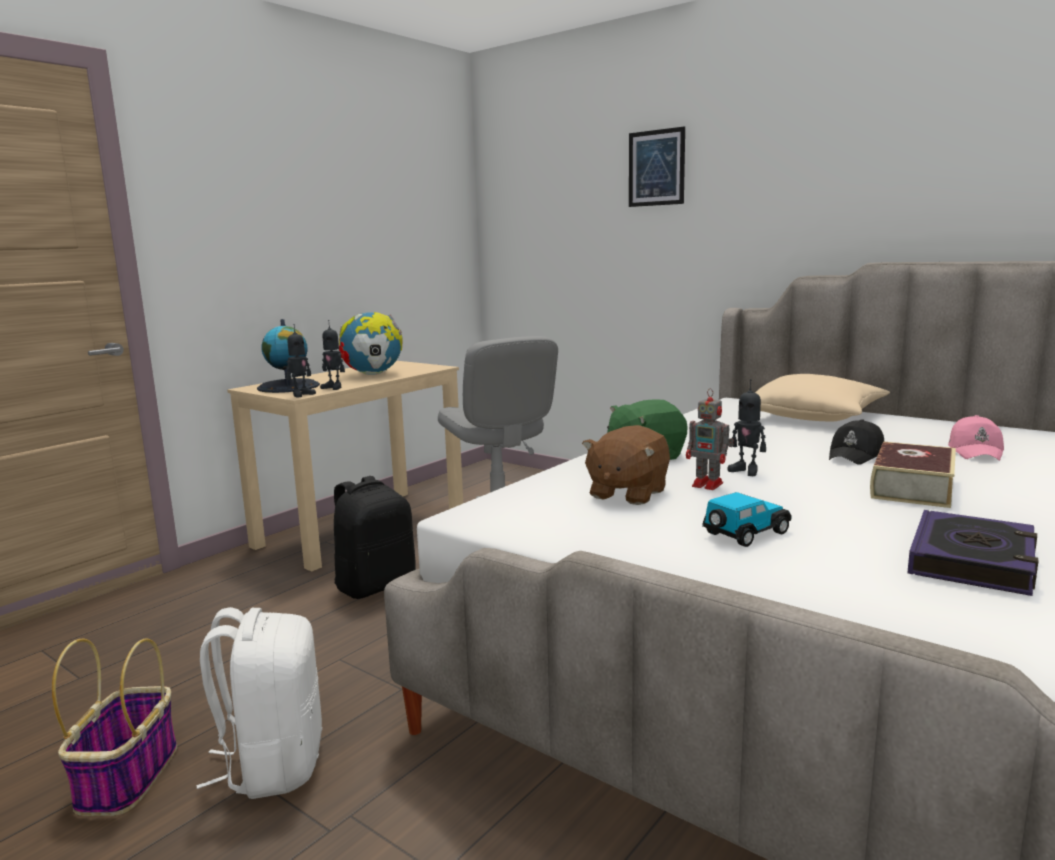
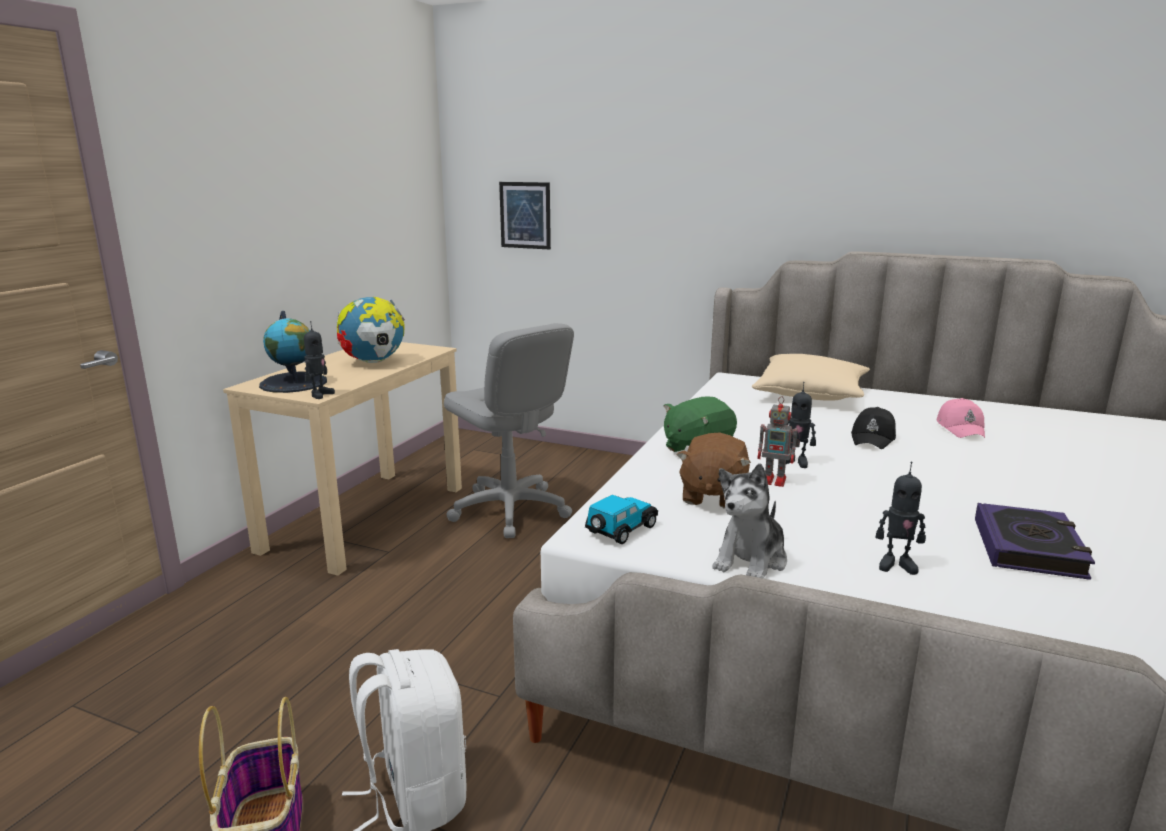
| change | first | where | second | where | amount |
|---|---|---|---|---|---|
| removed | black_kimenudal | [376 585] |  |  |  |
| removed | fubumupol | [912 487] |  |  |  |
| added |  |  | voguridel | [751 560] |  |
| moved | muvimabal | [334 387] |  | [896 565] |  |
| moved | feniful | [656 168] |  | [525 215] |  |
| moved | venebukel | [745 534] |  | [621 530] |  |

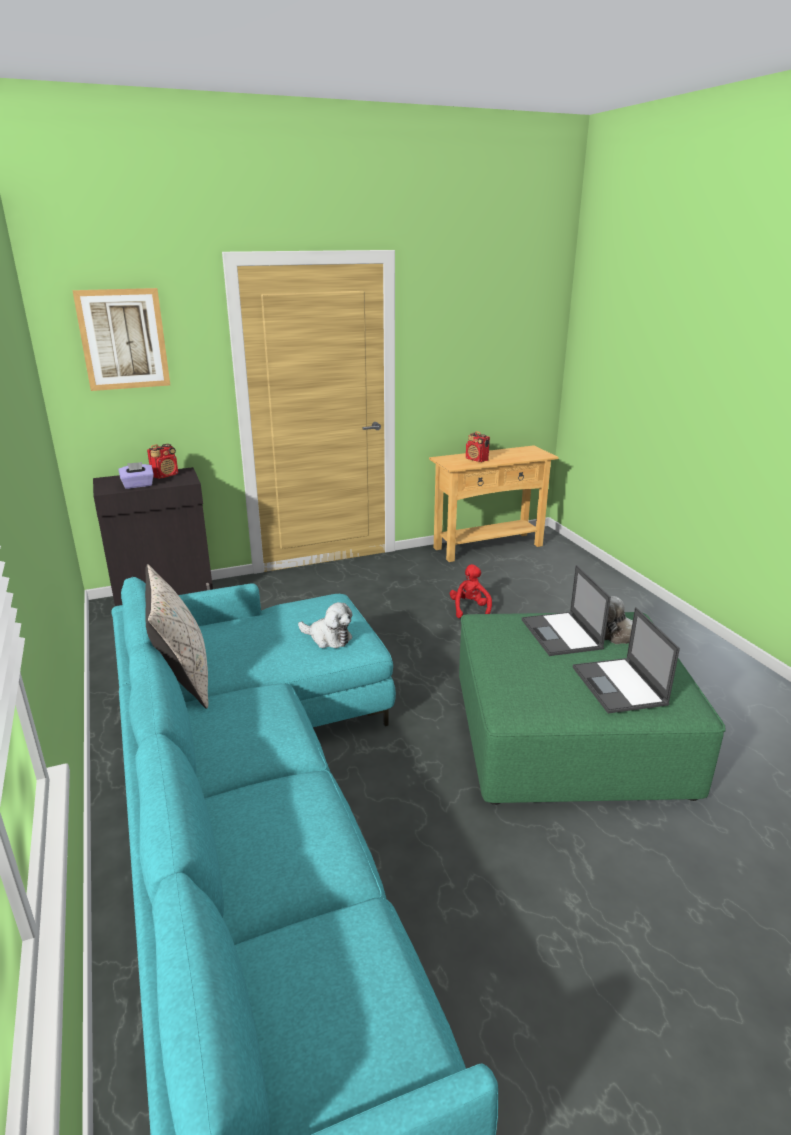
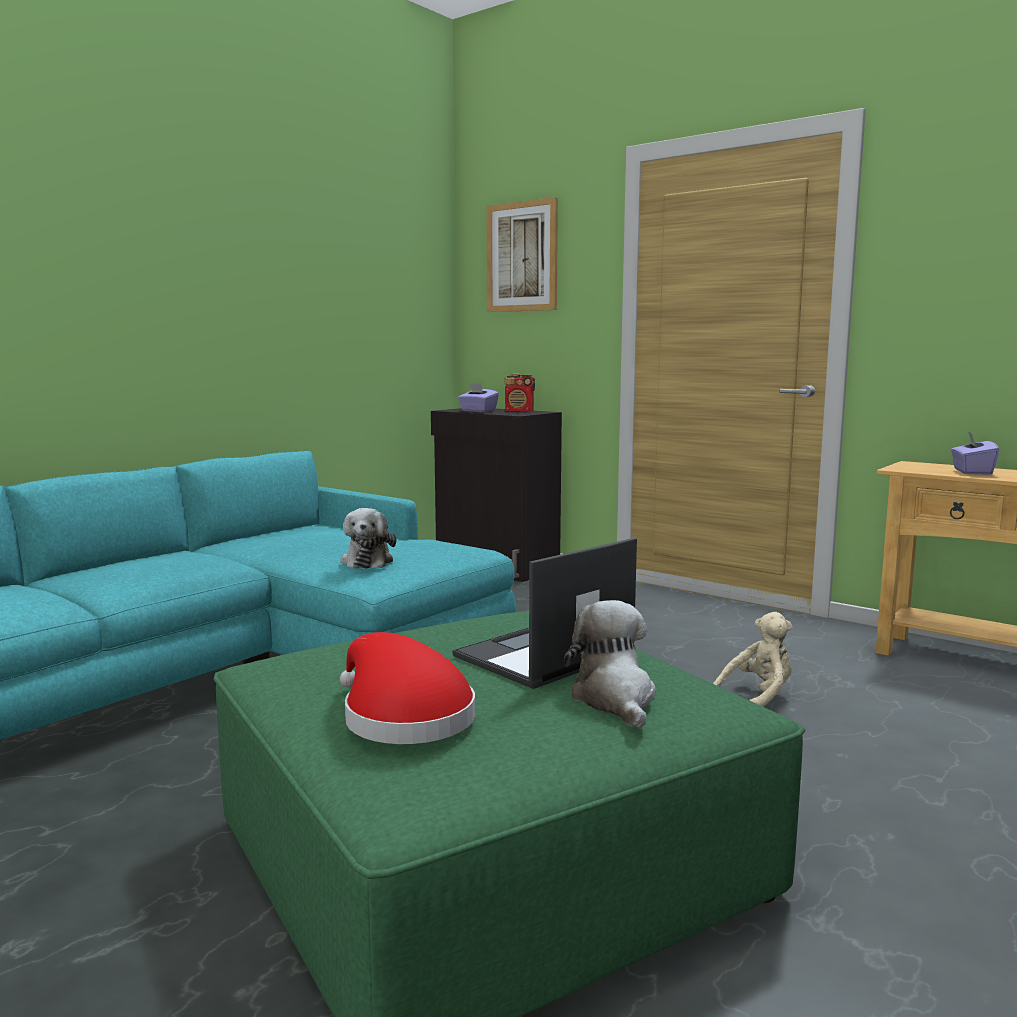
| change | first | where | second | where | amount |
|---|---|---|---|---|---|
| removed | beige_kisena | [183 679] |  |  |  |
| replaced | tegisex | [477 460] | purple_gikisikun | [971 472] |  |
| replaced | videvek | [619 686] | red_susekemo | [402 717] |  |
| recoloured | red_voguridel | [470 609] | beige_voguridel | [758 697] |  |

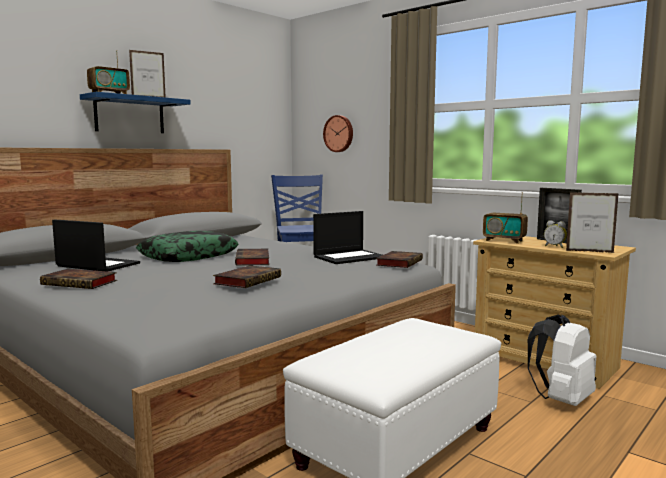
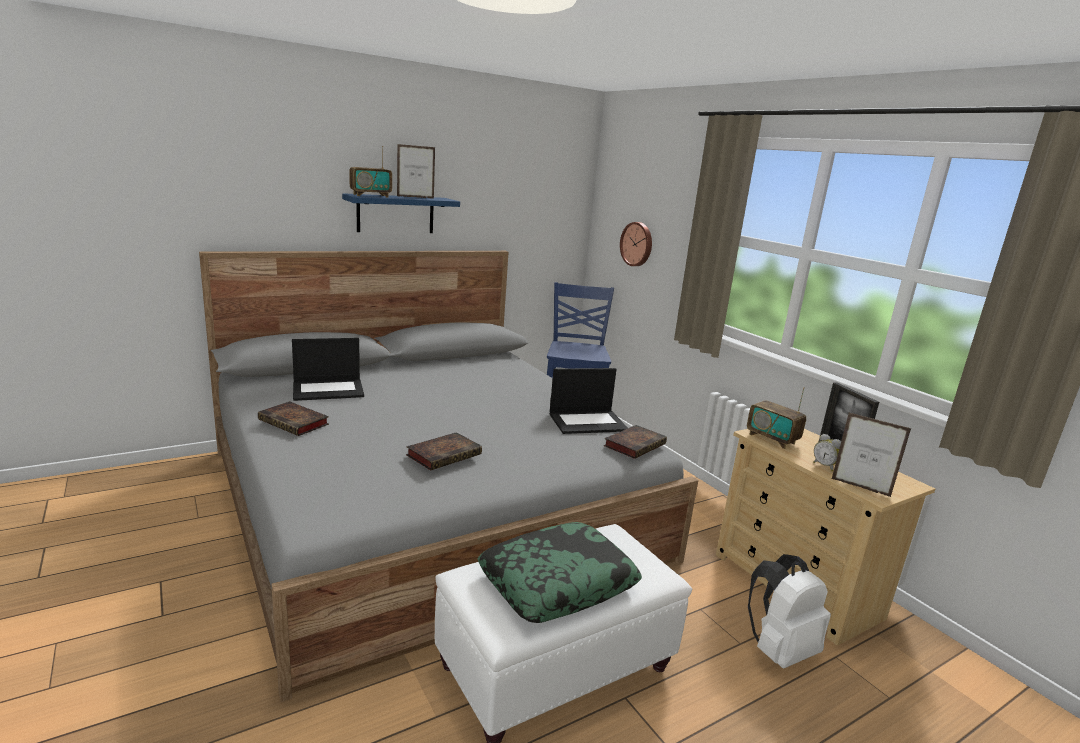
| change | first | where | second | where | amount |
|---|---|---|---|---|---|
| removed | fubumupol | [253 261] |  |  |  |
| moved | kisena | [188 256] |  | [557 582] |  |
| turned | videvek | [97 265] |  | [329 390] | 120 degrees clockwise |

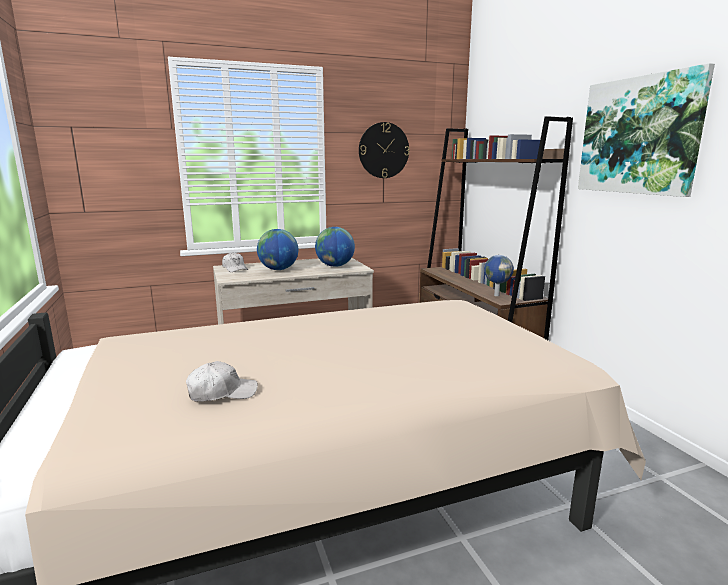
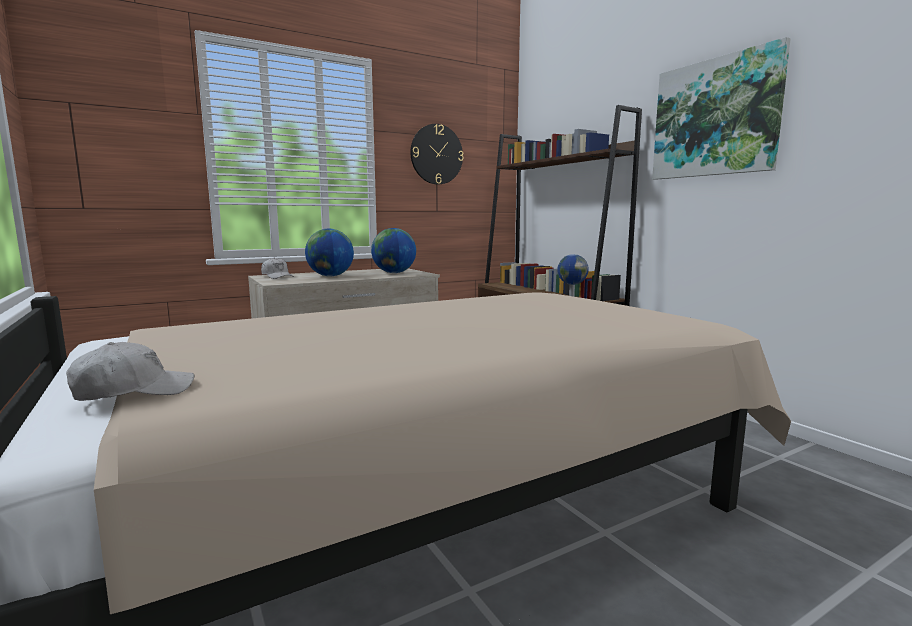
| change | first | where | second | where | amount |
|---|---|---|---|---|---|
| moved | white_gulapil | [222 393] |  | [133 391] |  |

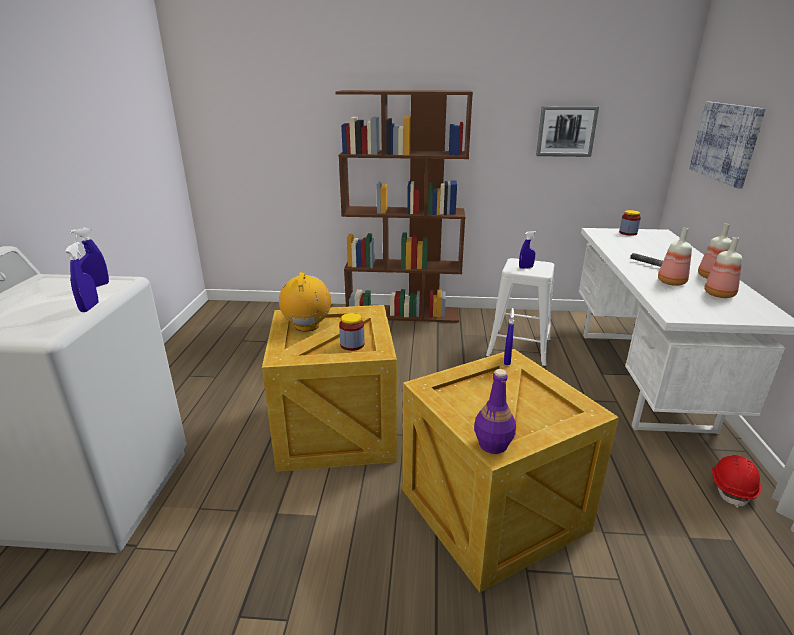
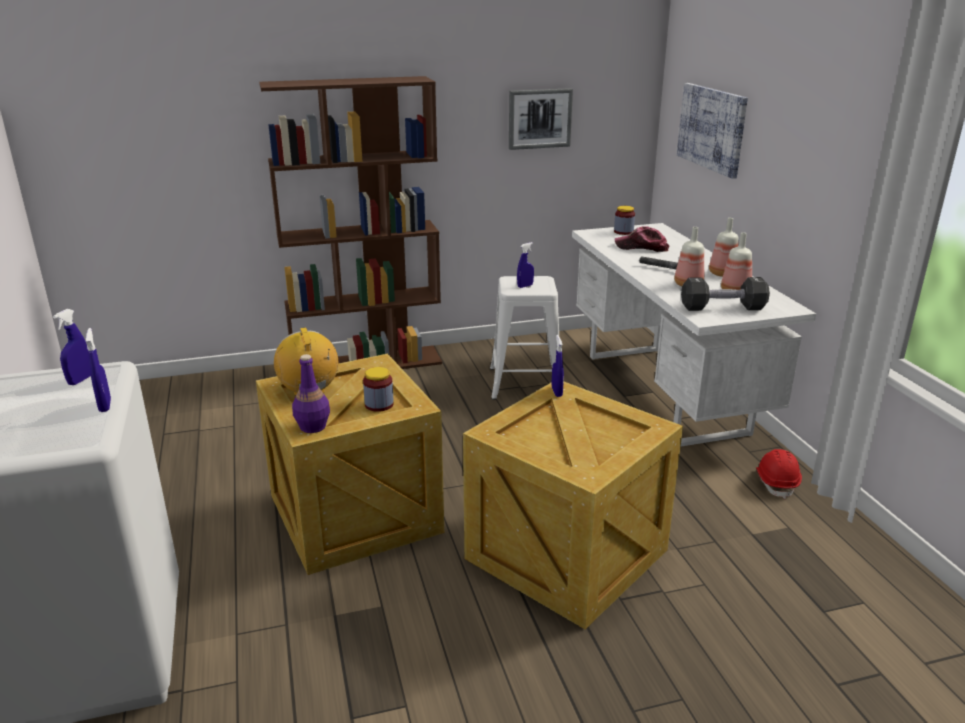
| change | first | where | second | where | amount |
|---|---|---|---|---|---|
| added |  |  | gulapil | [642 247] |  |
| added |  |  | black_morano | [722 308] |  |
| moved | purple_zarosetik | [492 444] |  | [312 426] |  |

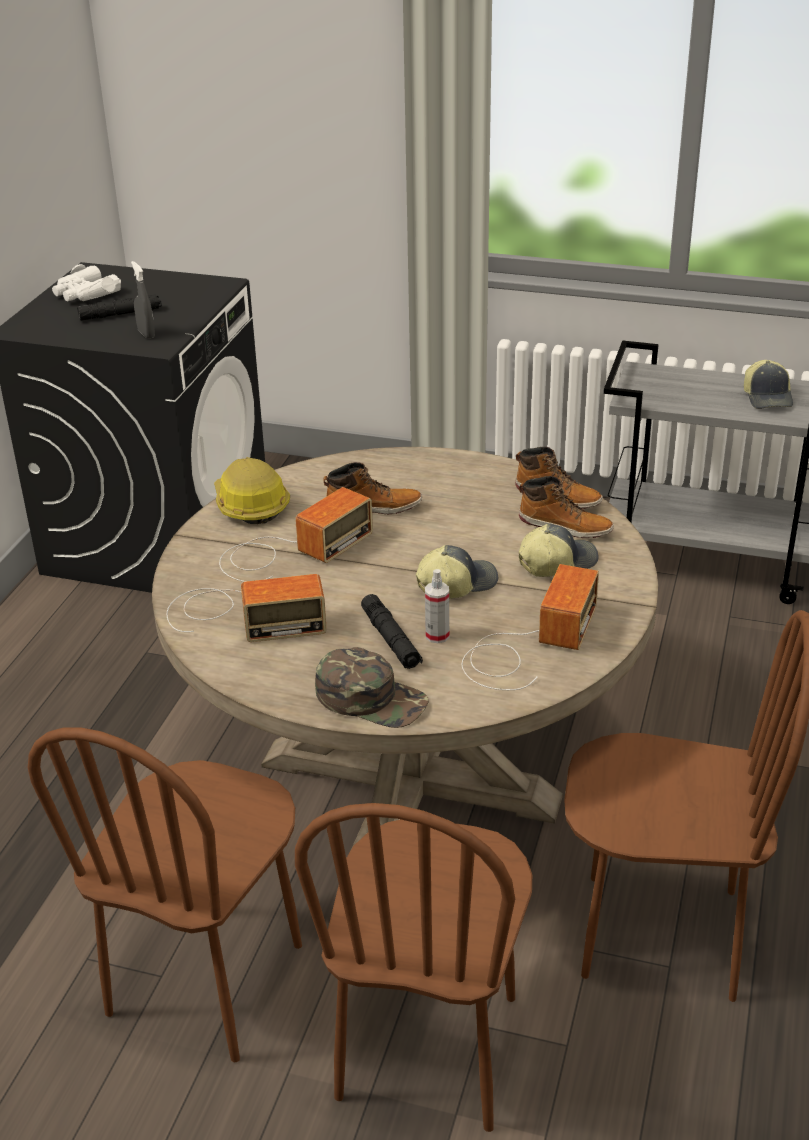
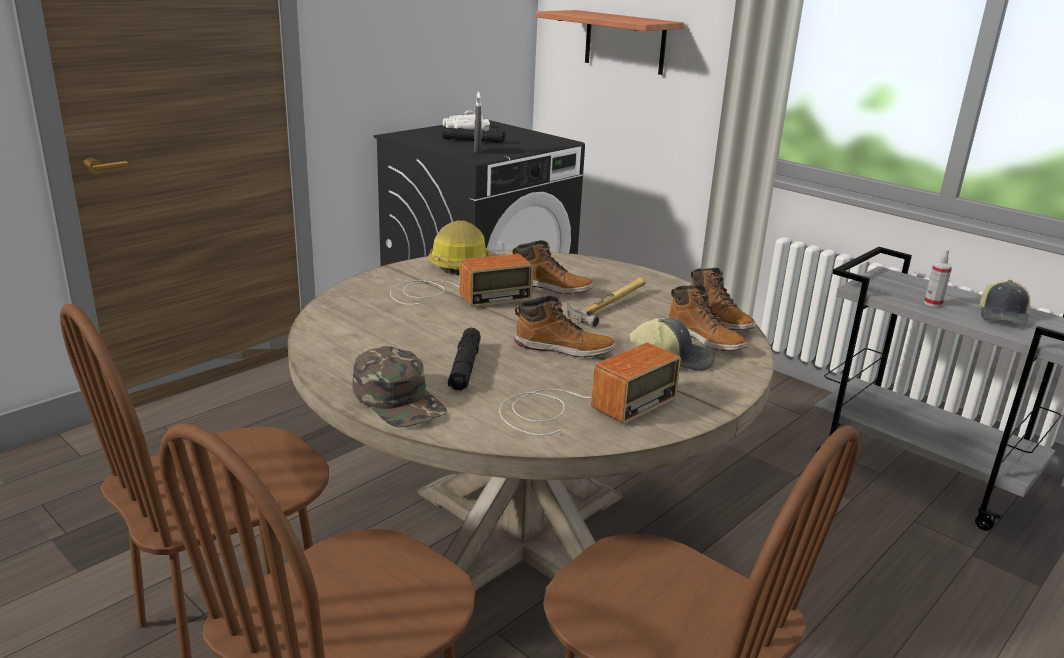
| change | first | where | second | where | amount |
|---|---|---|---|---|---|
| removed | tegisex | [241 615] |  |  |  |
| added |  |  | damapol | [625 42] |  |
| added |  |  | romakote | [604 305] |  |
| moved | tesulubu | [437 635] |  | [933 303] |  |
| replaced | gulapil | [456 584] | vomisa | [564 348] |  |

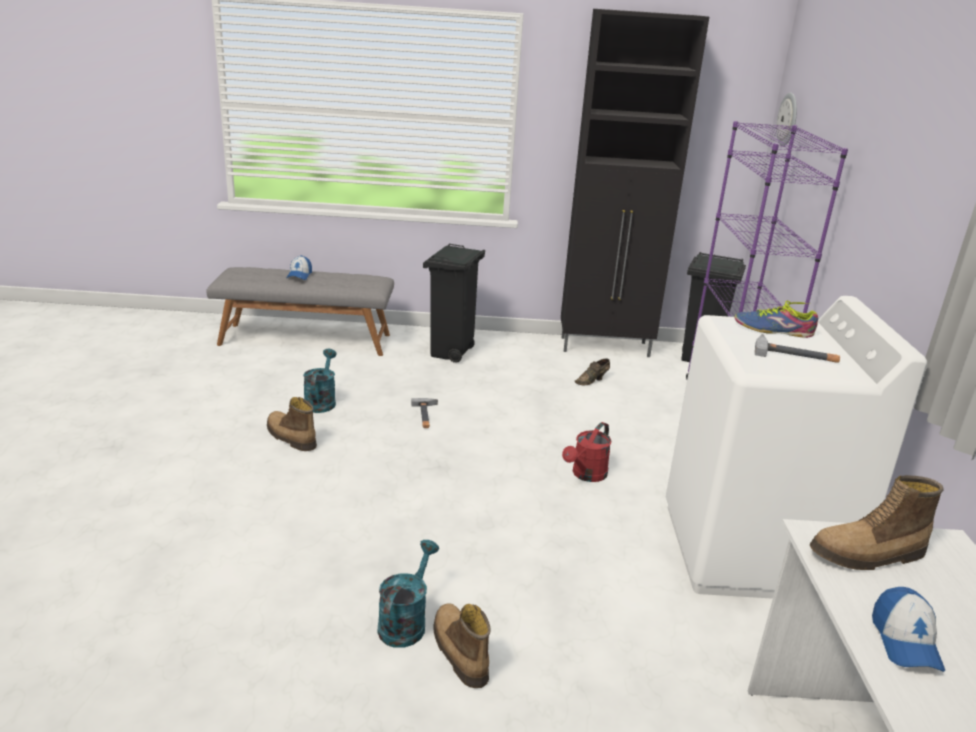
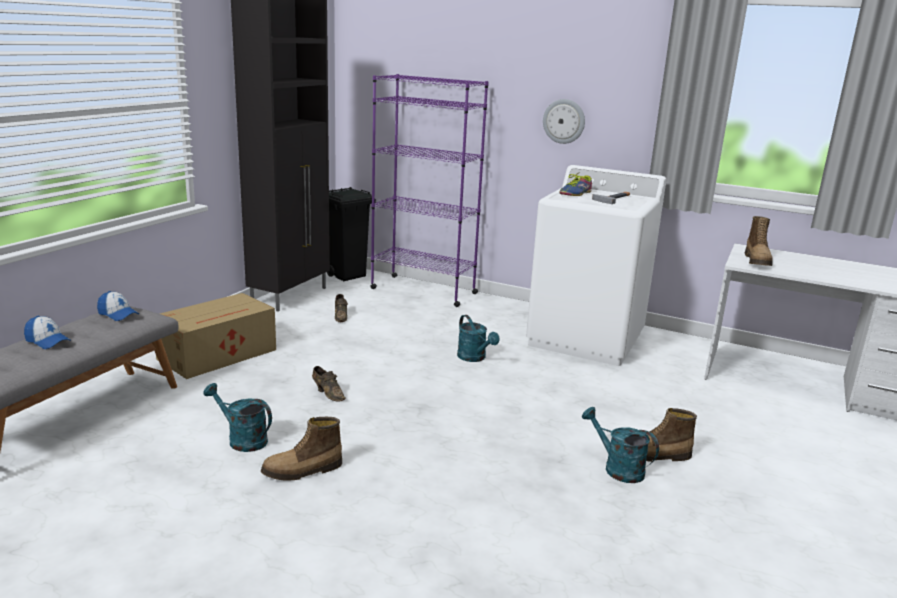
| change | first | where | second | where | amount |
|---|---|---|---|---|---|
| moved | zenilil | [788 119] |  | [564 121] |  |
| moved | gulapil | [905 641] |  | [118 314] |  |
| replaced | romakote | [426 415] | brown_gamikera | [328 393] |  |
| replaced | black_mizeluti | [451 353] | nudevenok | [219 354] |  |
| recoloured | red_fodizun | [586 475] | turquoise_fodizun | [474 358] |  |

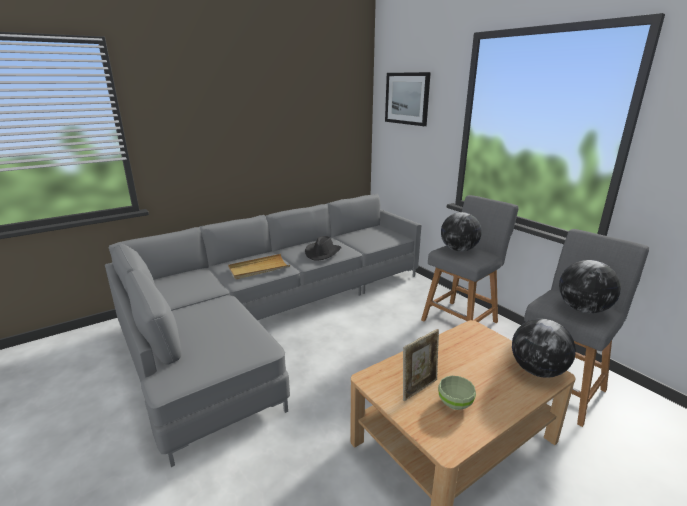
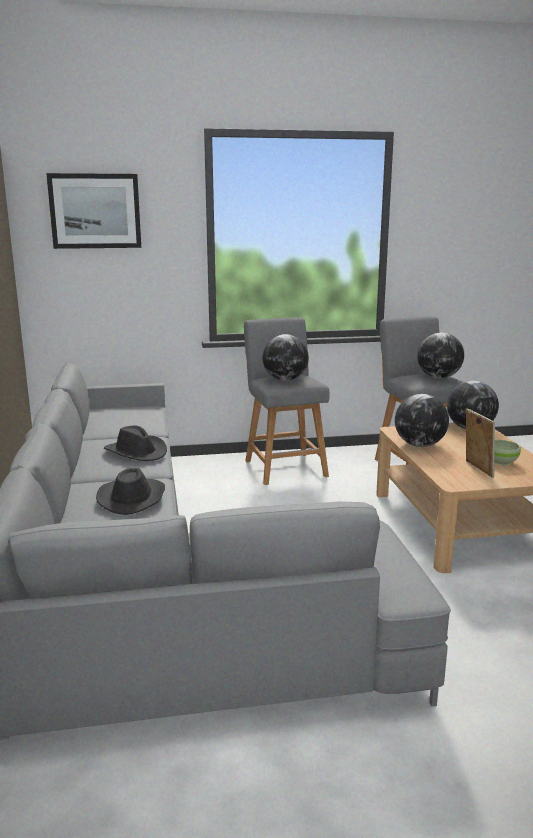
| change | first | where | second | where | amount |
|---|---|---|---|---|---|
| added |  |  | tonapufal | [419 445] |  |
| replaced | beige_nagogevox | [259 269] | black_susekemo | [132 498] |  |

